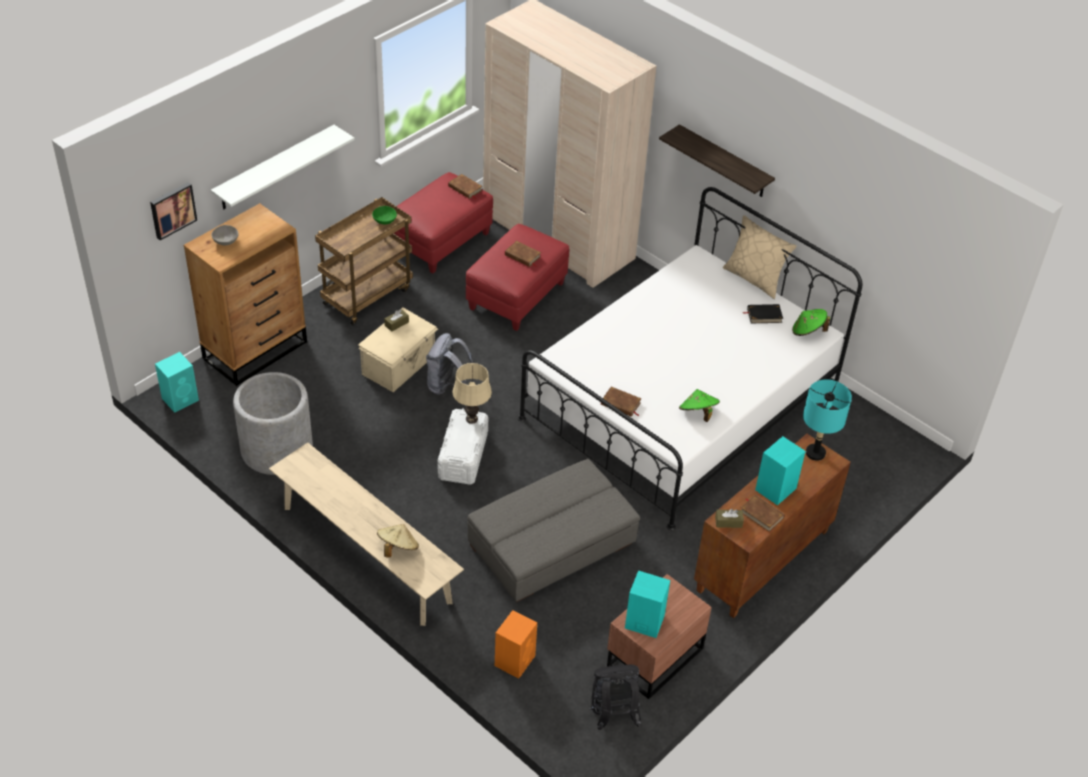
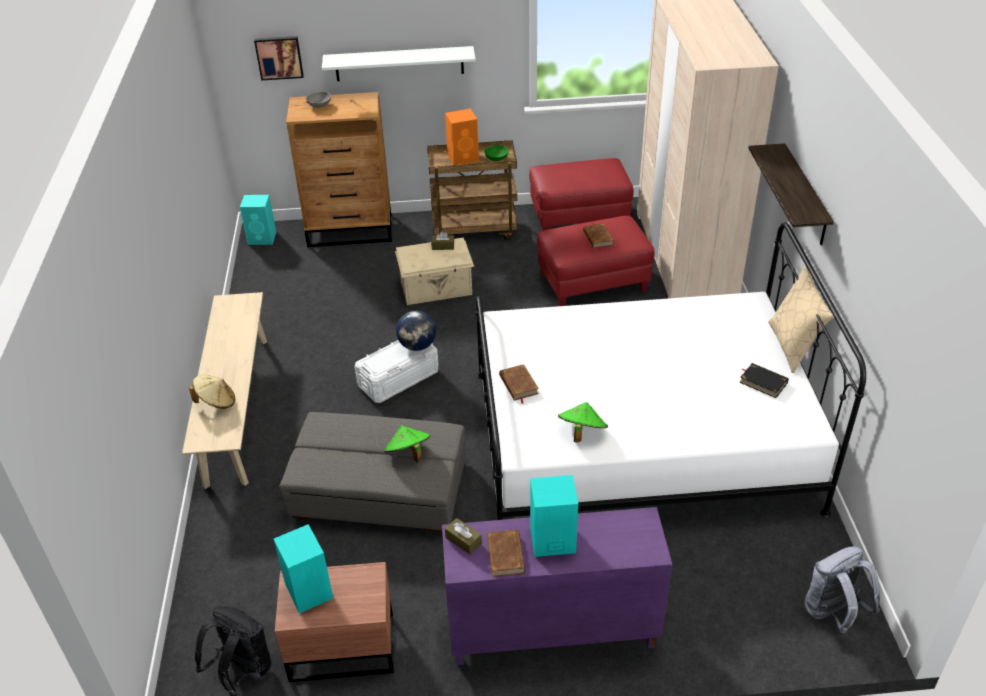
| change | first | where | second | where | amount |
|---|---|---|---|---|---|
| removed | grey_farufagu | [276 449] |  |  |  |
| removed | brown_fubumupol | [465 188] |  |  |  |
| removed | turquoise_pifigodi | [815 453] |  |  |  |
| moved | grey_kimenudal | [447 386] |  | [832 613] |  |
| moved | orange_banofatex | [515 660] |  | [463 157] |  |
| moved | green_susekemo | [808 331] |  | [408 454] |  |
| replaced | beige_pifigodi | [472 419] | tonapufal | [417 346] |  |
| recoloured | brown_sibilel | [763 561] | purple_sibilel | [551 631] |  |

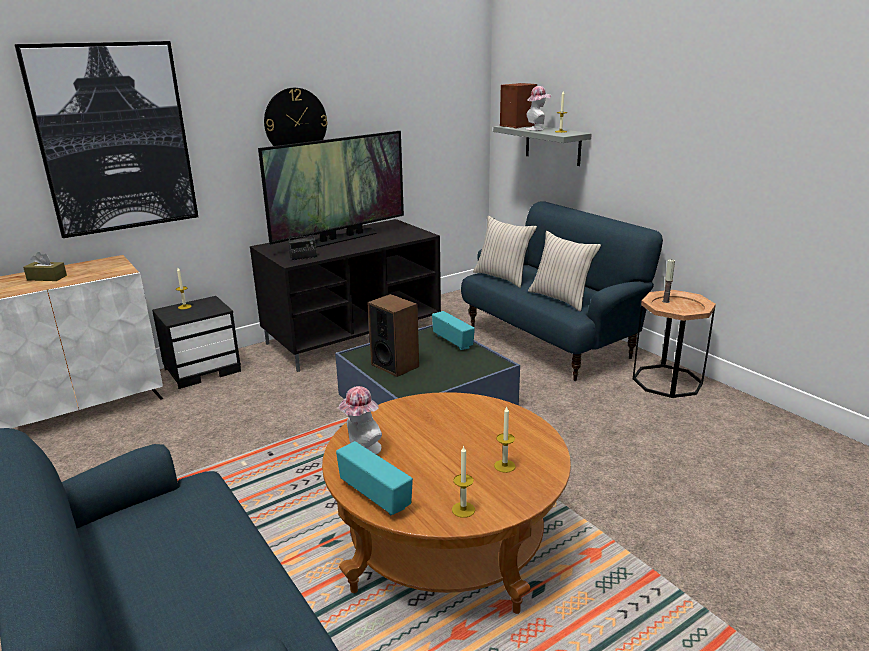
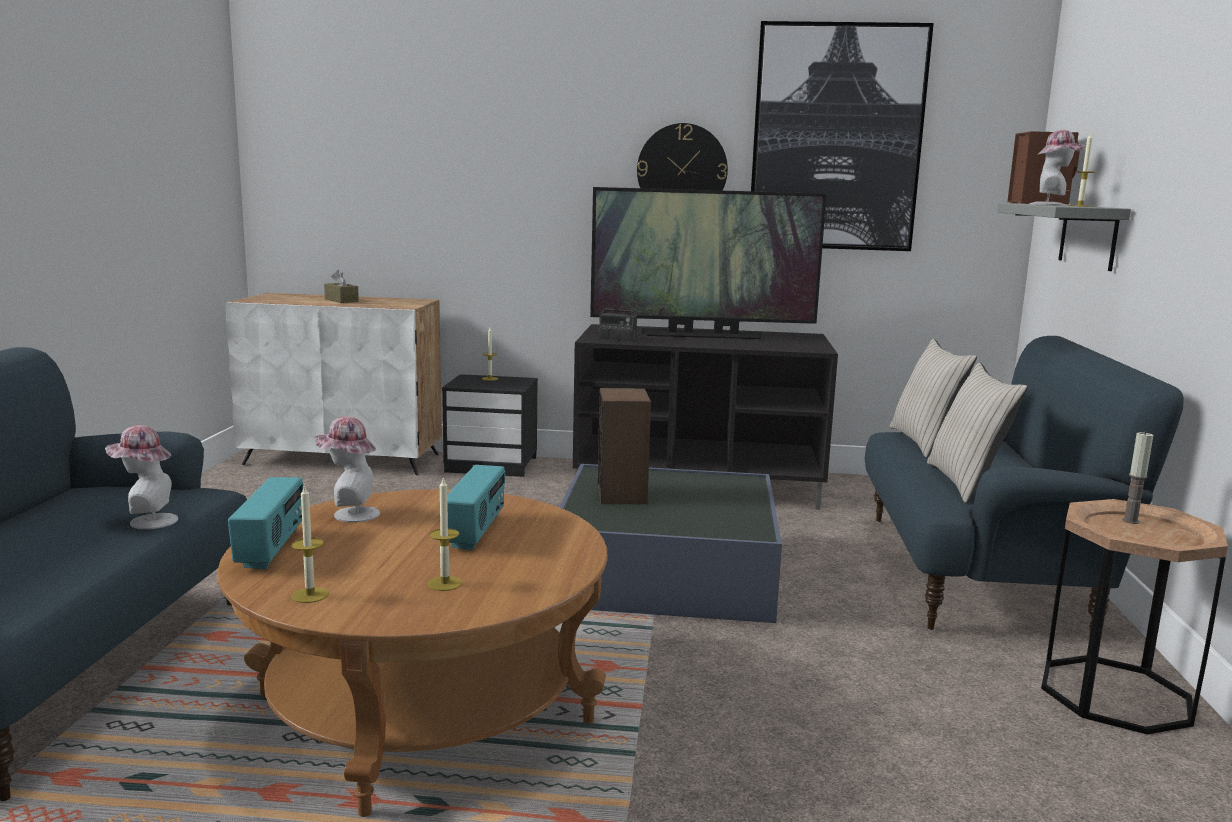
| change | first | where | second | where | amount |
|---|---|---|---|---|---|
| added |  |  | susekemo | [147 521] |  |
| moved | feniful | [115 139] |  | [836 138] |  |
| moved | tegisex | [453 341] |  | [476 532] |  |

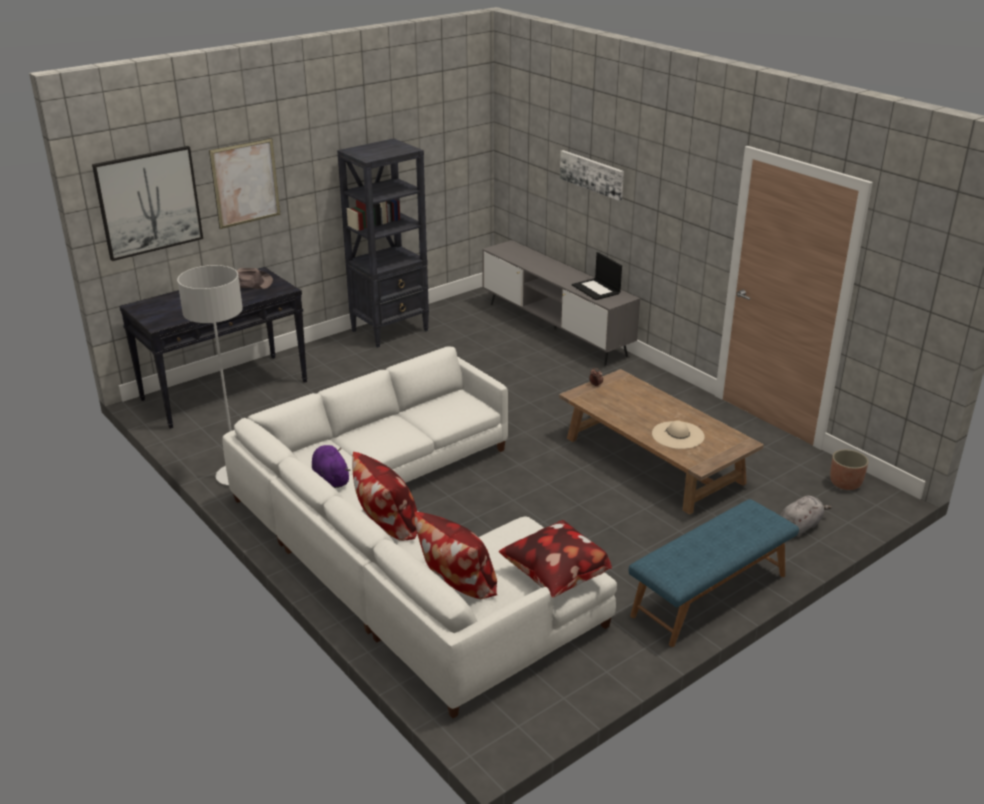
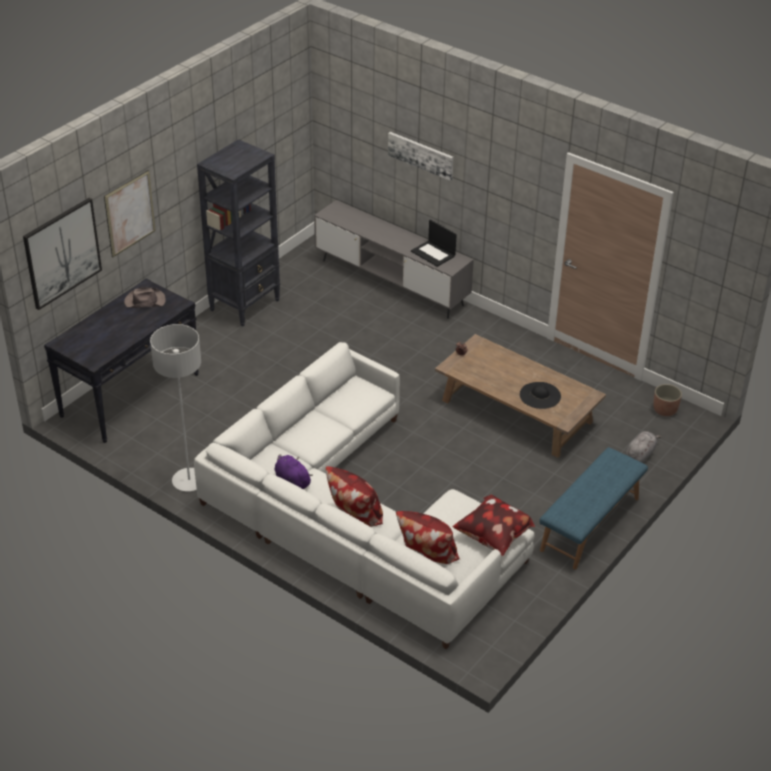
| change | first | where | second | where | amount |
|---|---|---|---|---|---|
| recoloured | beige_susekemo | [678 435] | black_susekemo | [540 395] |  |

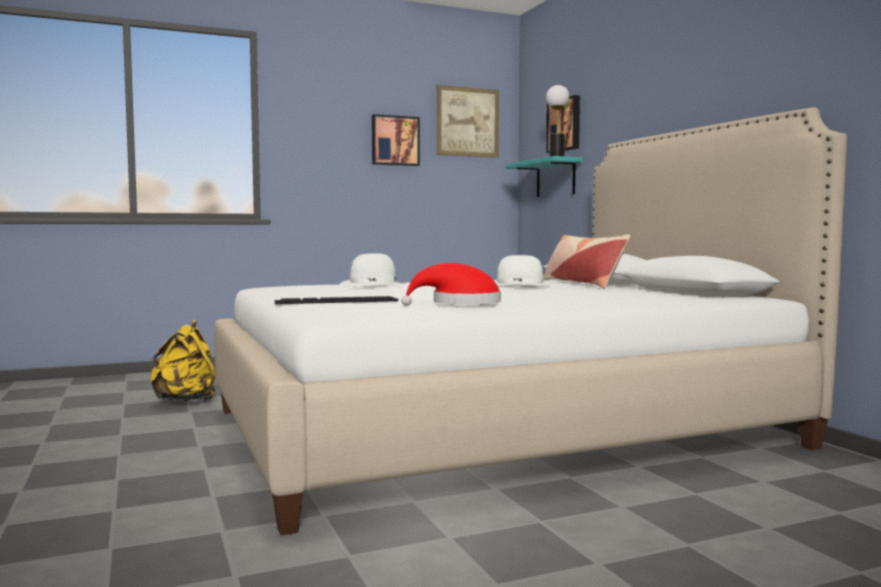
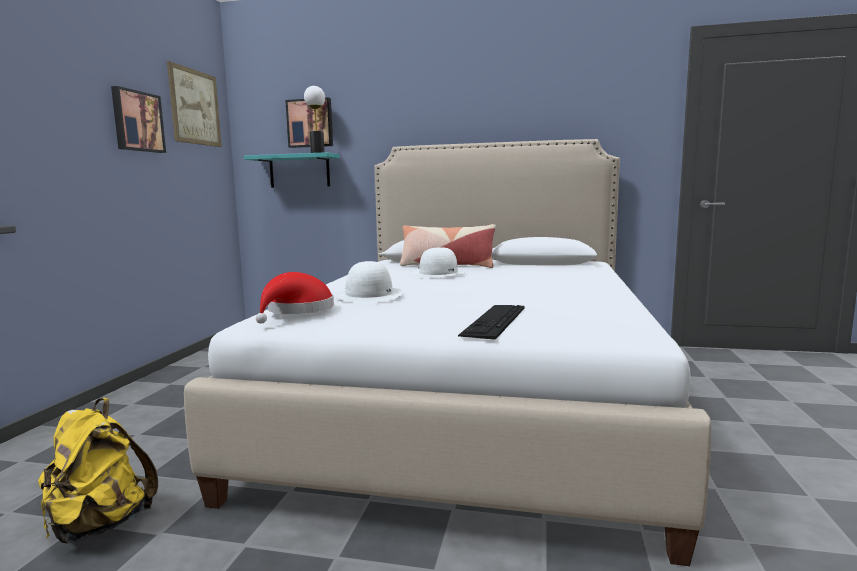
| change | first | where | second | where | amount |
|---|---|---|---|---|---|
| moved | red_susekemo | [460 304] |  | [297 311] |  |

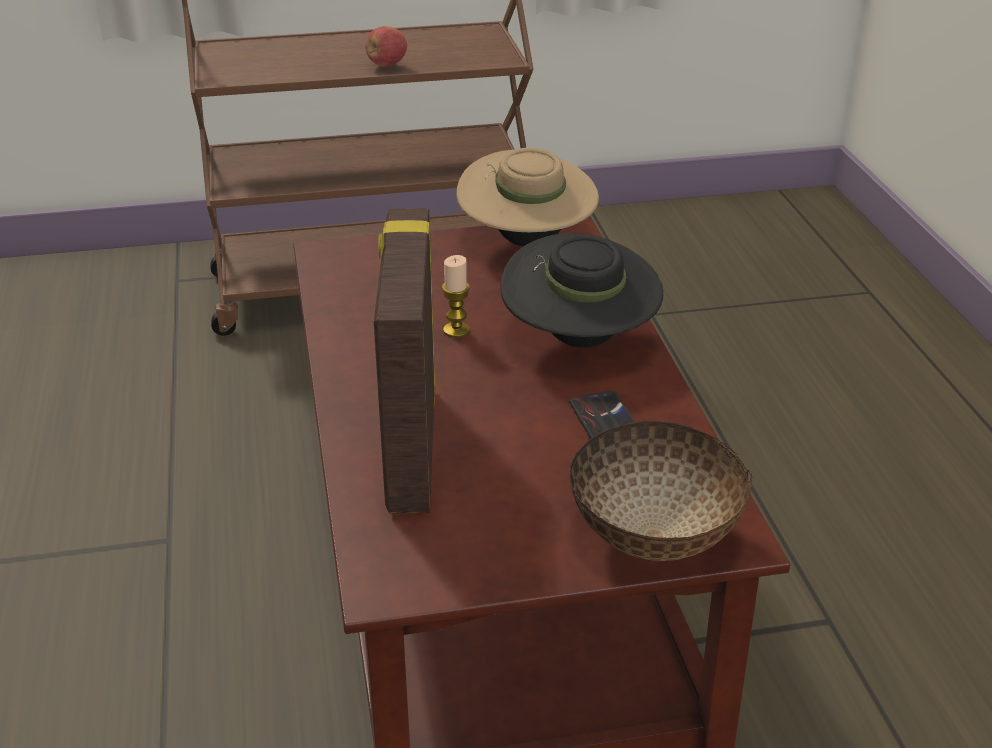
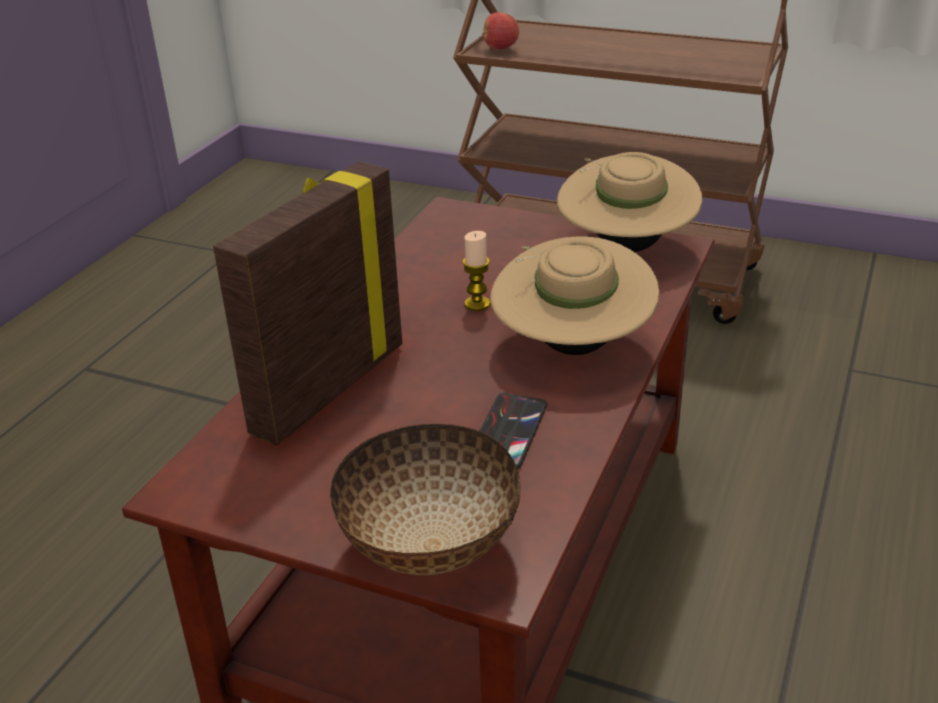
| change | first | where | second | where | amount |
|---|---|---|---|---|---|
| moved | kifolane | [386 65] |  | [500 48] |  |
| recoloured | black_susekemo | [579 340] | beige_susekemo | [572 346] |  |

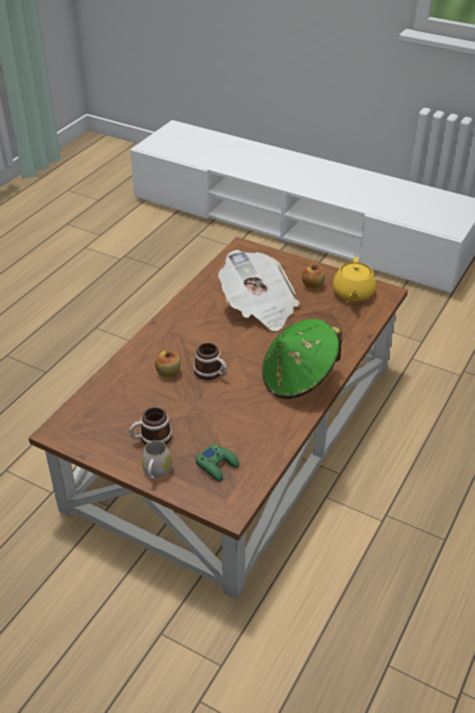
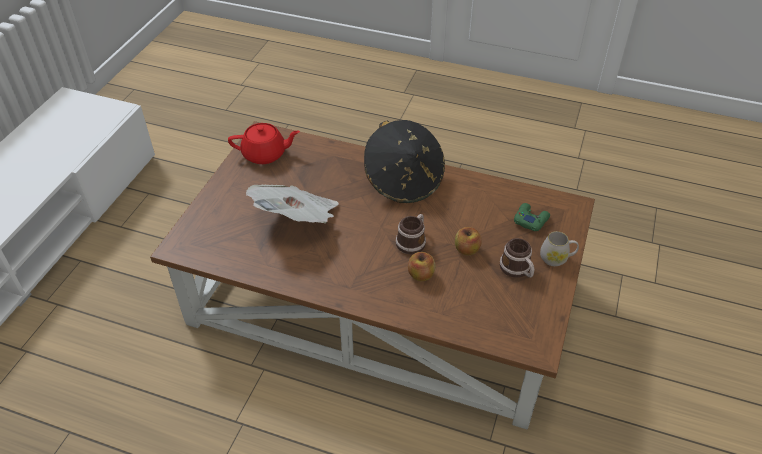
| change | first | where | second | where | amount |
|---|---|---|---|---|---|
| moved | kifolane | [312 285] |  | [467 249] |  |
| recoloured | green_susekemo | [298 379] | black_susekemo | [404 181] |  |
| recoloured | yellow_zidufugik | [353 293] | red_zidufugik | [265 154] |  |

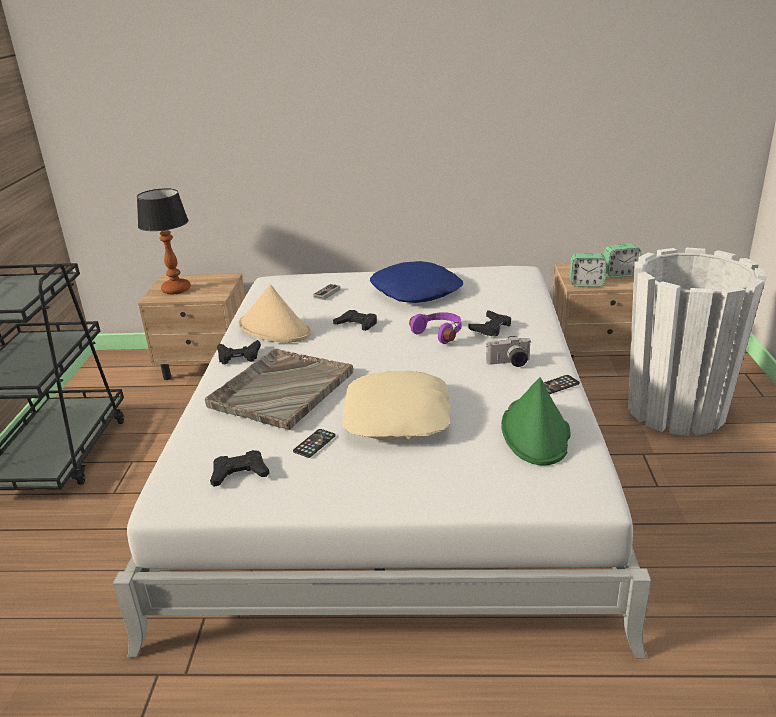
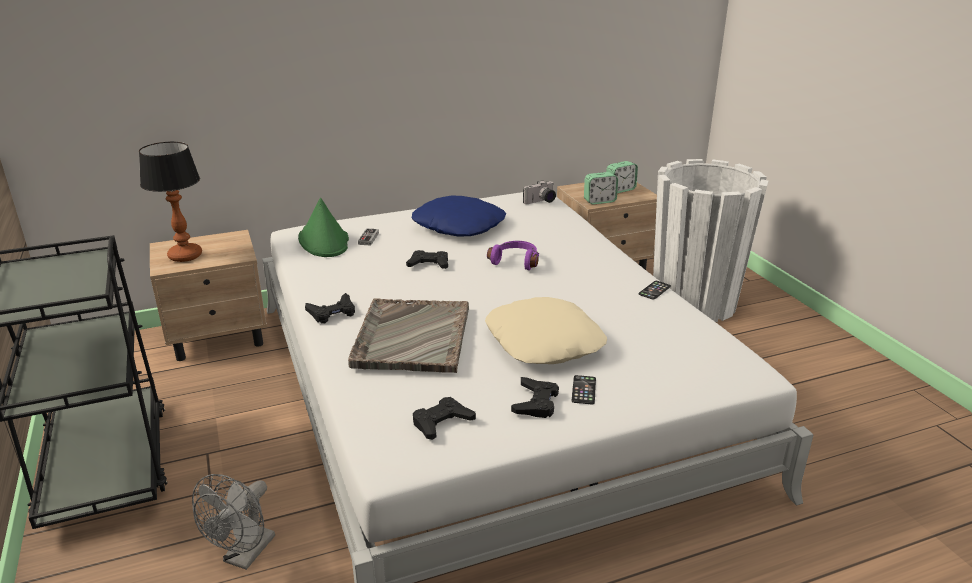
| change | first | where | second | where | amount |
|---|---|---|---|---|---|
| removed | beige_susekemo | [275 329] |  |  |  |
| added |  |  | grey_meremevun | [245 556] |  |
| moved | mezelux | [314 443] |  | [583 390] |  |
| moved | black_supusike | [491 327] |  | [536 402] |  |
| moved | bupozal | [509 363] |  | [541 202] |  |
| moved | green_susekemo | [535 432] |  | [324 241] |  |

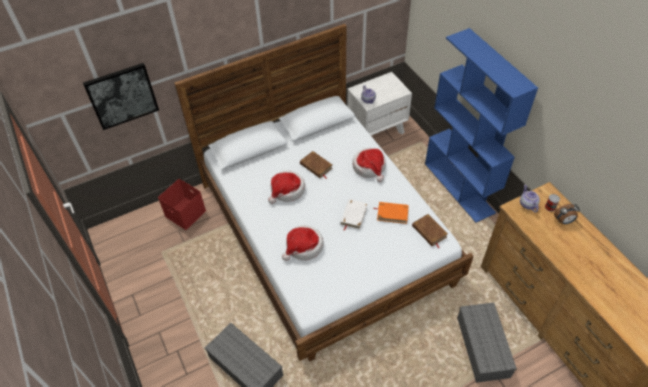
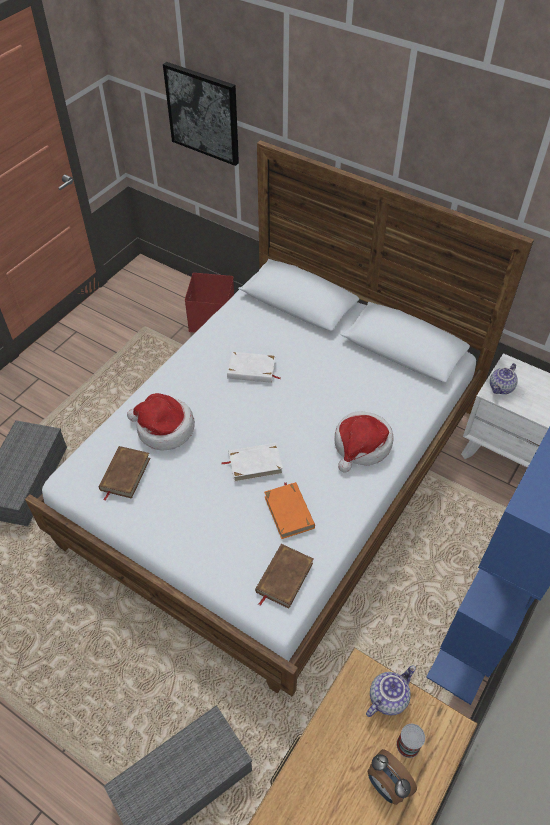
| change | first | where | second | where | amount |
|---|---|---|---|---|---|
| moved | brown_fubumupol | [316 166] |  | [125 474] |  |
| replaced | susekemo | [287 190] | white_fubumupol | [251 370] |  |

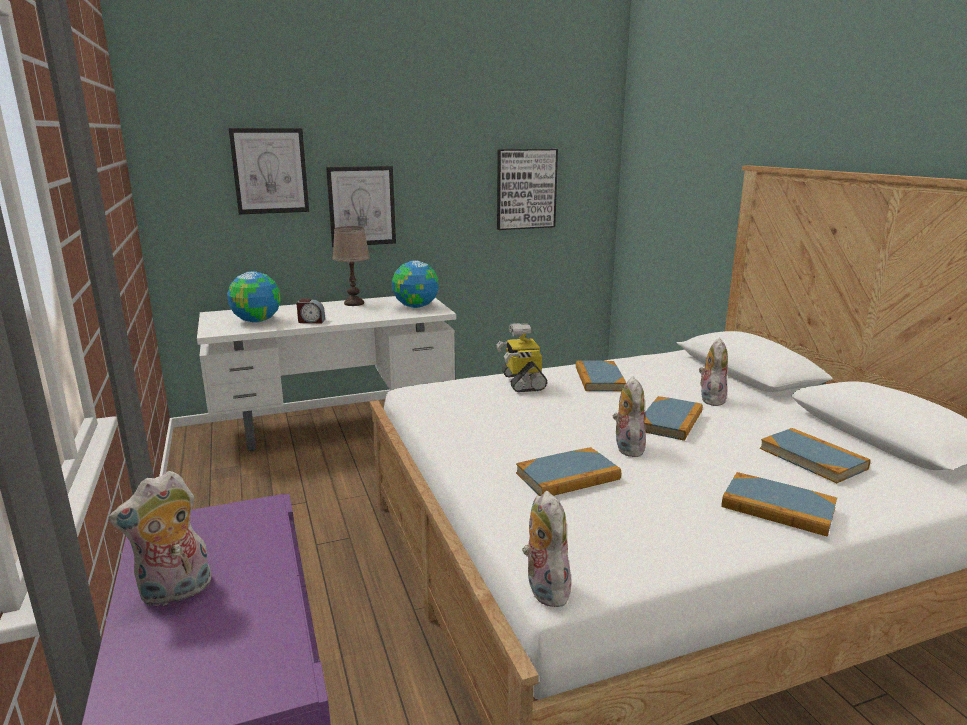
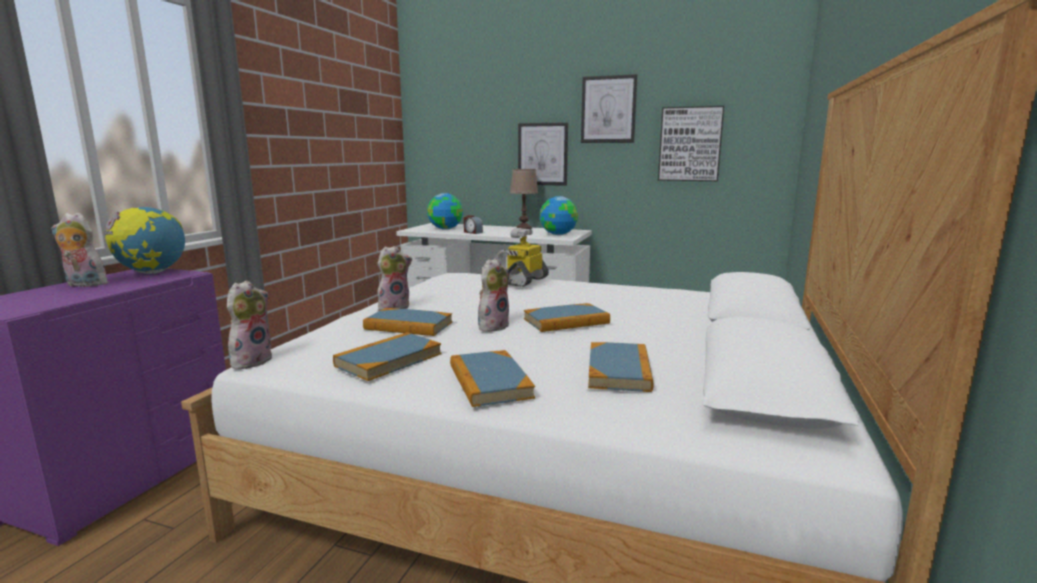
| change | first | where | second | where | amount |
|---|---|---|---|---|---|
| added |  |  | tonapufal | [152 273] |  |
| moved | feniful | [270 171] |  | [608 109] |  |
| moved | fubumupol | [599 379] |  | [388 360] |  |
| moved | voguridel | [710 399] |  | [394 307] |  |

